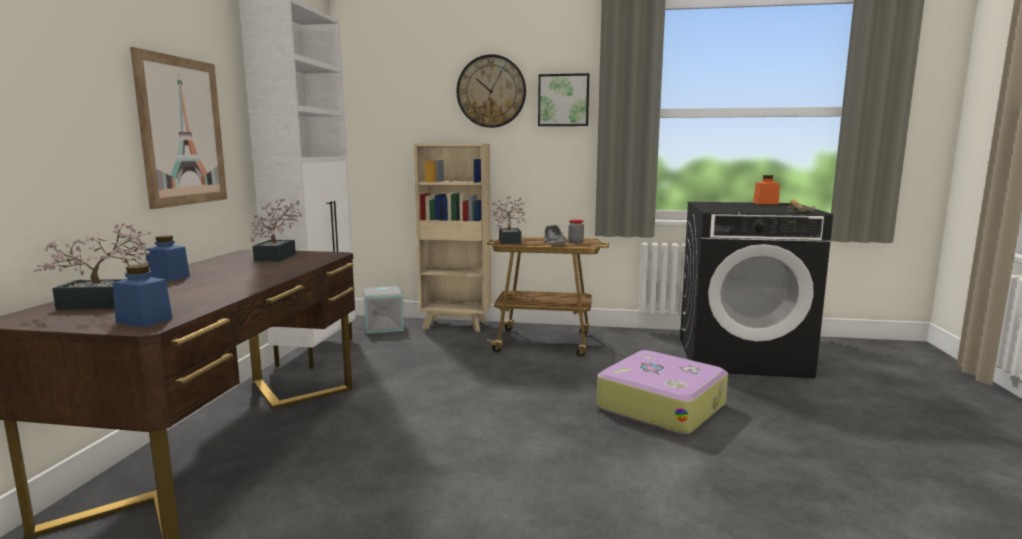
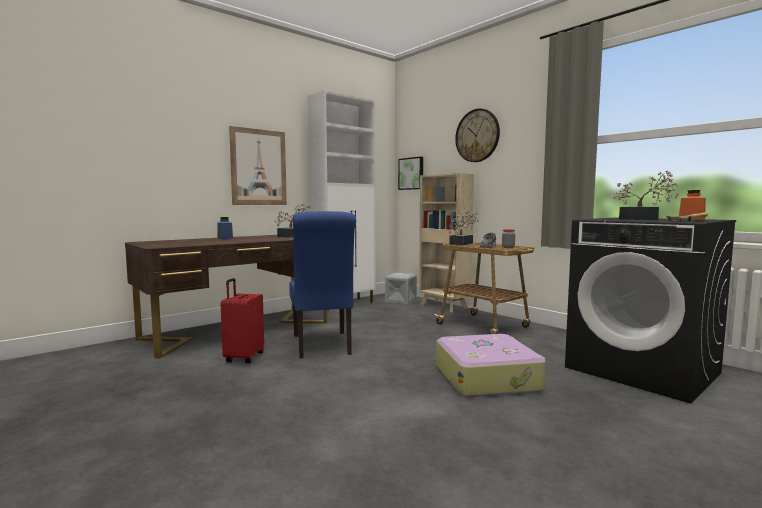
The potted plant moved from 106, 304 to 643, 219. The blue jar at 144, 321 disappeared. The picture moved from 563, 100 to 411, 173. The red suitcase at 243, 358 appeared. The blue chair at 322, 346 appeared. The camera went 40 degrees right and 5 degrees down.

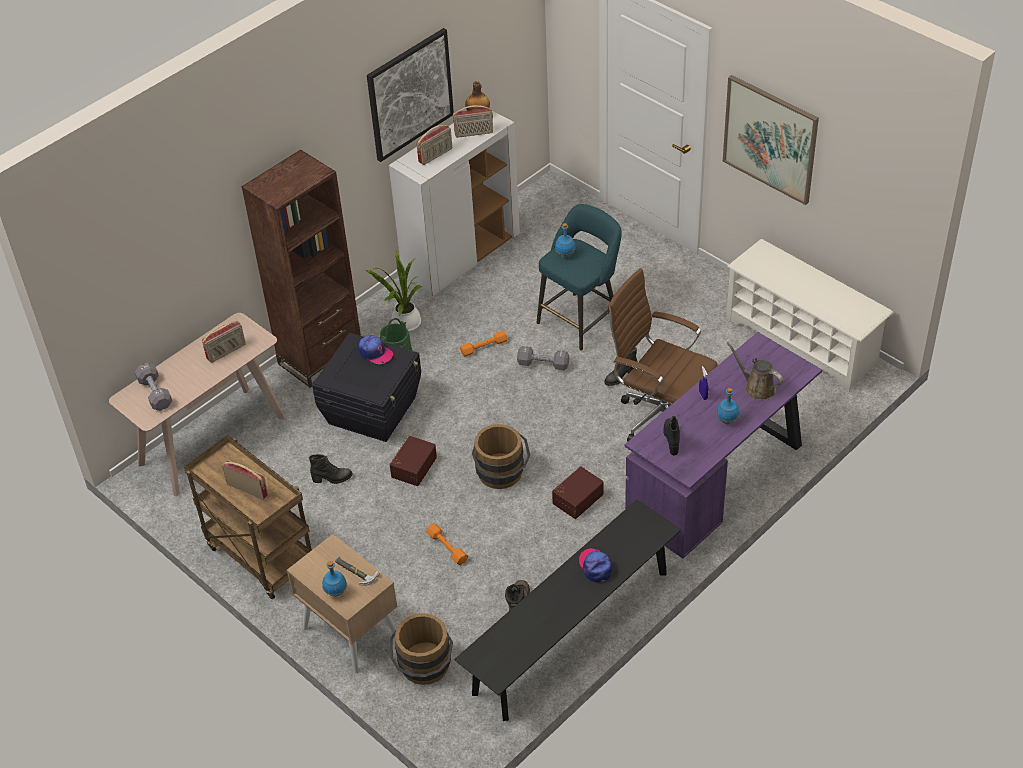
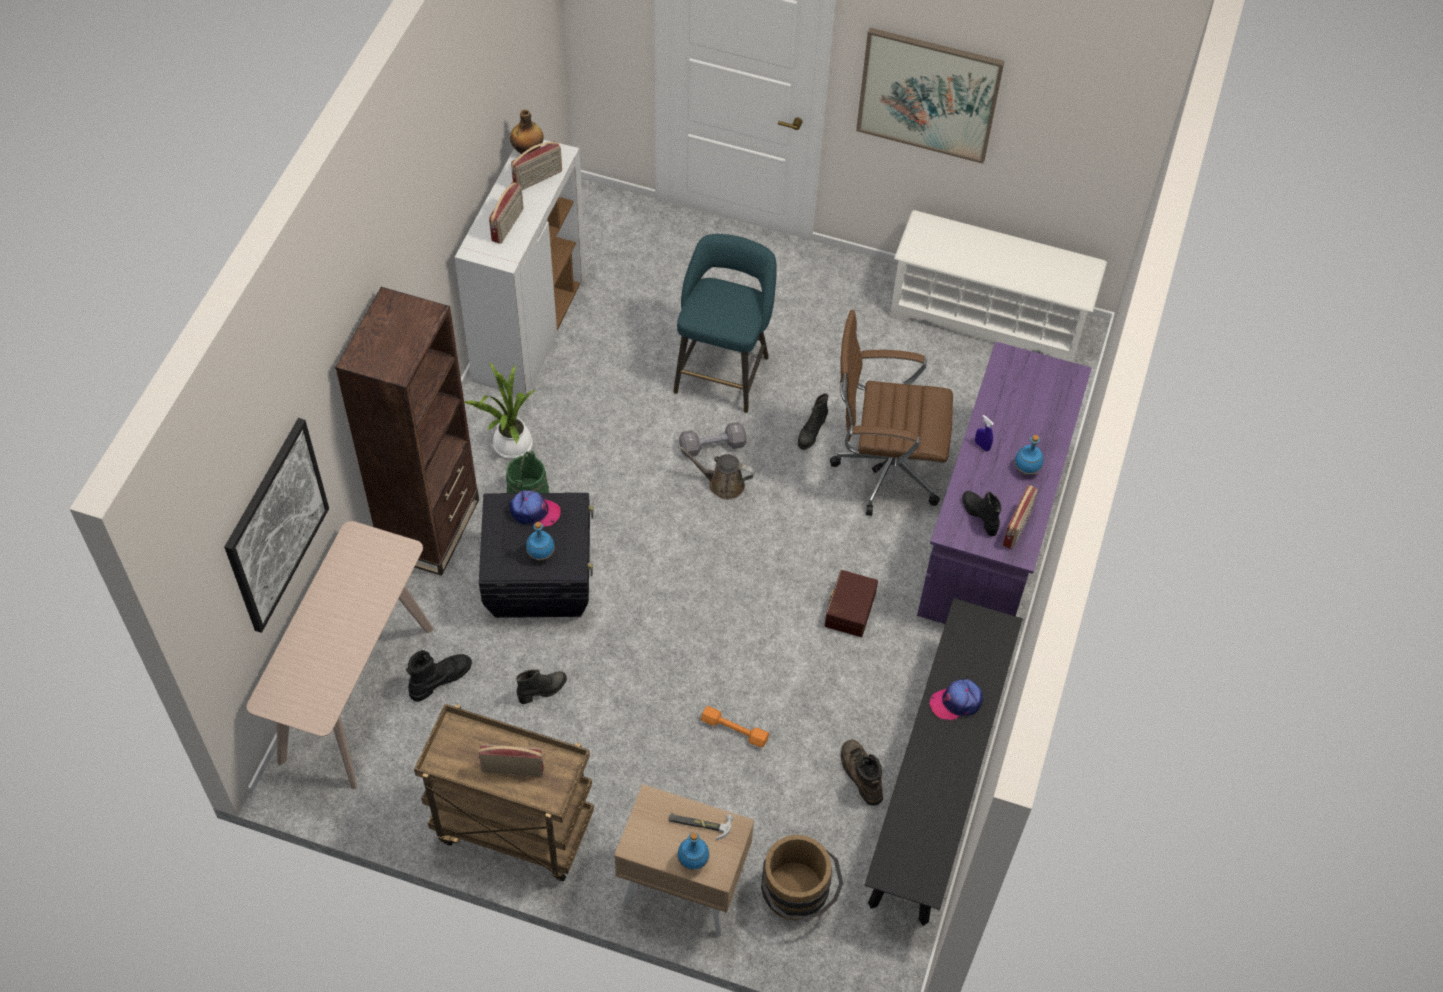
The grey dumbbell at 155, 393 disappeared. The radio moved from 226, 352 to 1017, 528. The picture moved from 410, 94 to 276, 525. The brown storage box at 413, 466 disappeared. The orange dumbbell at 484, 347 disappeared. The brown bucket at 501, 475 disappeared. The blue bottle moved from 565, 254 to 540, 554. The cap at 595, 566 turned 60 degrees counterclockwise. The brown watering can moved from 757, 387 to 722, 484. The black boot at 439, 679 appeared. The camera went 30 degrees left and 10 degrees up.

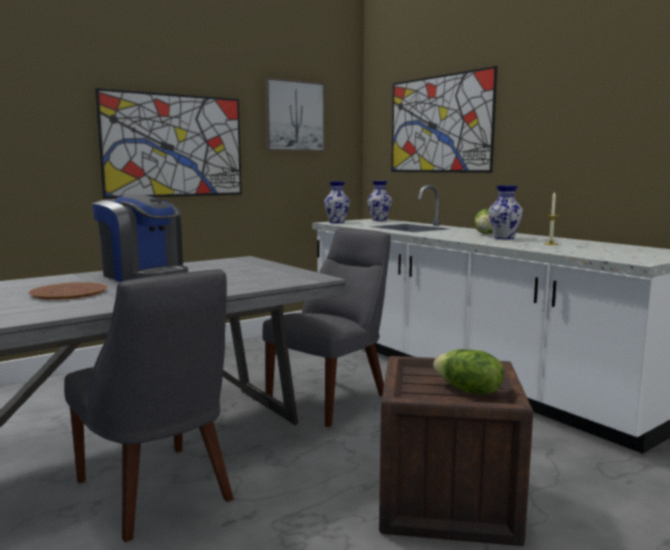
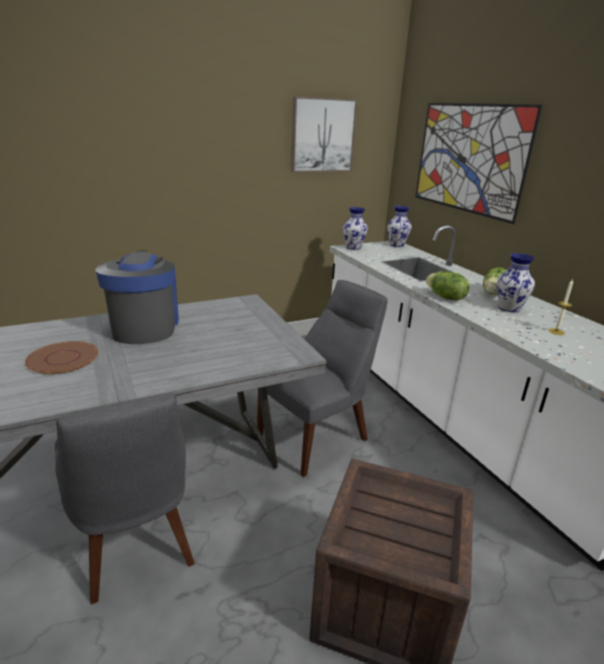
The coffee machine at 144, 274 turned 150 degrees counterclockwise. The picture at 174, 146 disappeared. The lettuce moved from 468, 390 to 445, 297. The camera went 10 degrees right and 15 degrees up.

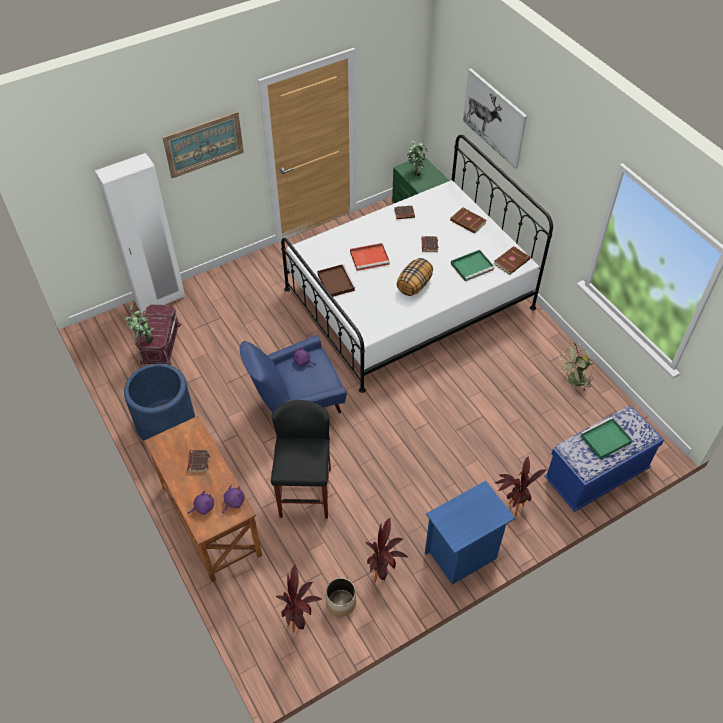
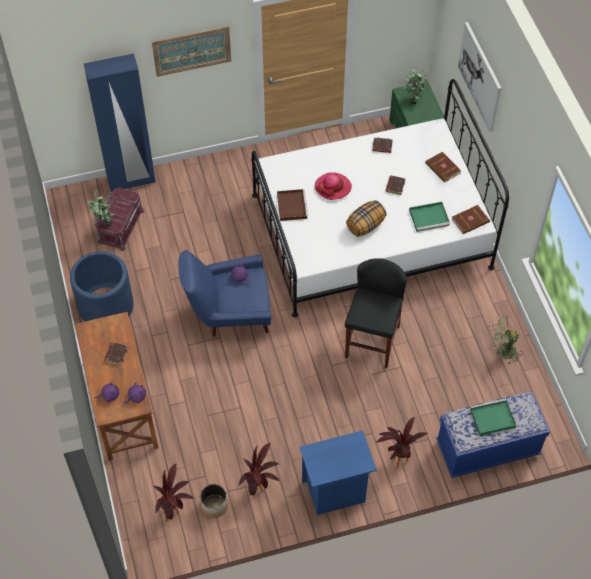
The white wardrobe at 160, 299 became the blue wardrobe at 131, 181. The black stool moved from 305, 493 to 372, 341. The red tray at 370, 258 was replaced by the hat at 333, 187. The camera went 15 degrees right and 5 degrees up.

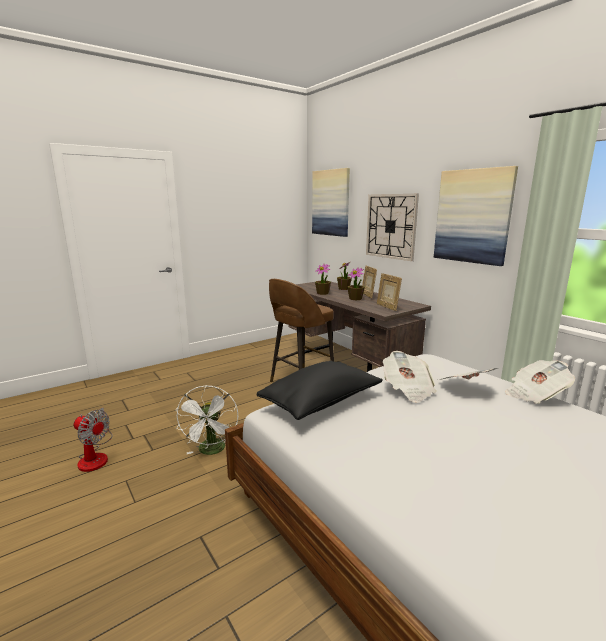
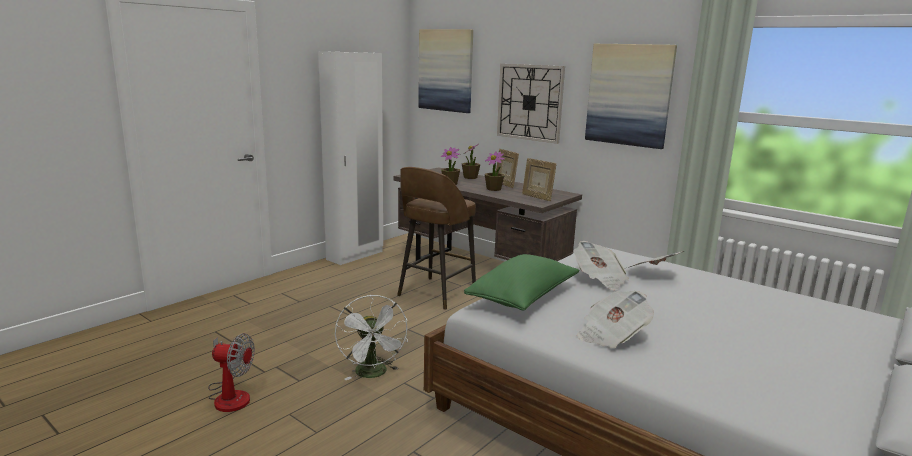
The black pillow at 321, 402 became the green pillow at 523, 298. The newspaper moved from 535, 394 to 611, 336. The white wardrobe at 355, 255 appeared. The camera went 15 degrees left and 0 degrees up.

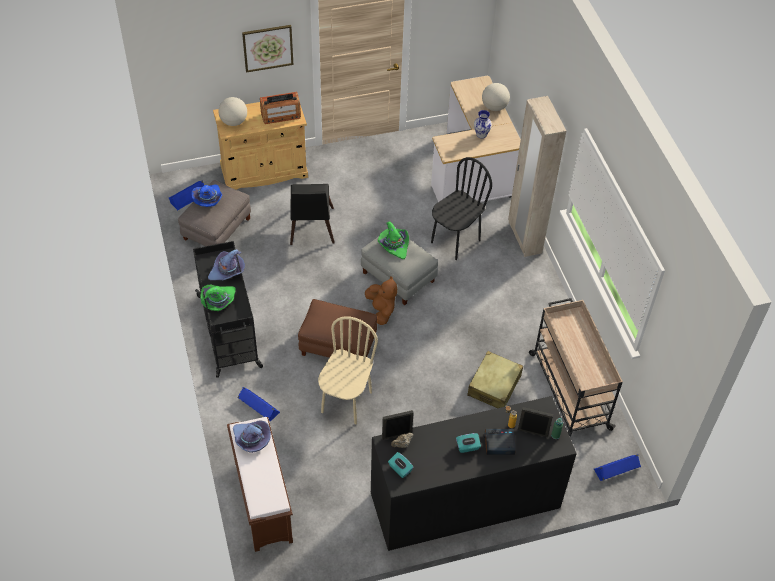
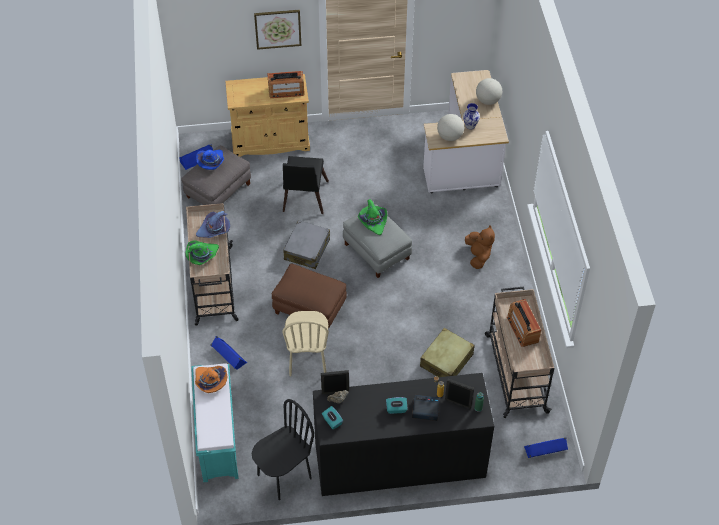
The black cart at 229, 332 became the beige cart at 214, 286. The globe moved from 233, 122 to 449, 136. The brown bench at 262, 500 became the turquoise bench at 217, 438. The purple hat at 251, 439 became the orange hat at 210, 381. The beige chair at 346, 402 turned 150 degrees clockwise. The brown plush toy moved from 381, 310 to 478, 256. The black chair moved from 455, 241 to 284, 476. The beige wardrobe at 524, 238 disappeared. The grey suitcase at 307, 249 appeared. The radio at 522, 329 appeared. The camera went 10 degrees right and 0 degrees up.

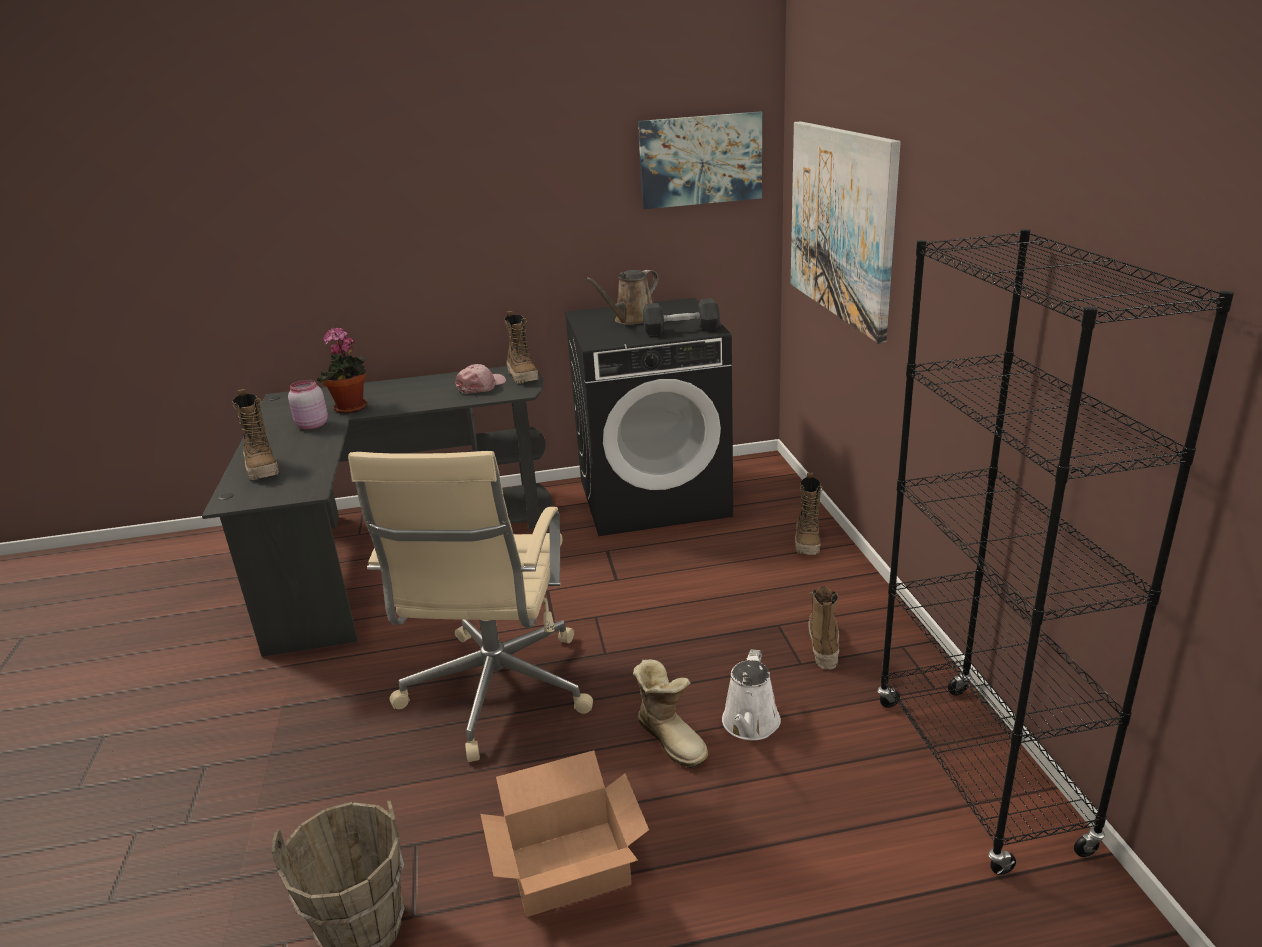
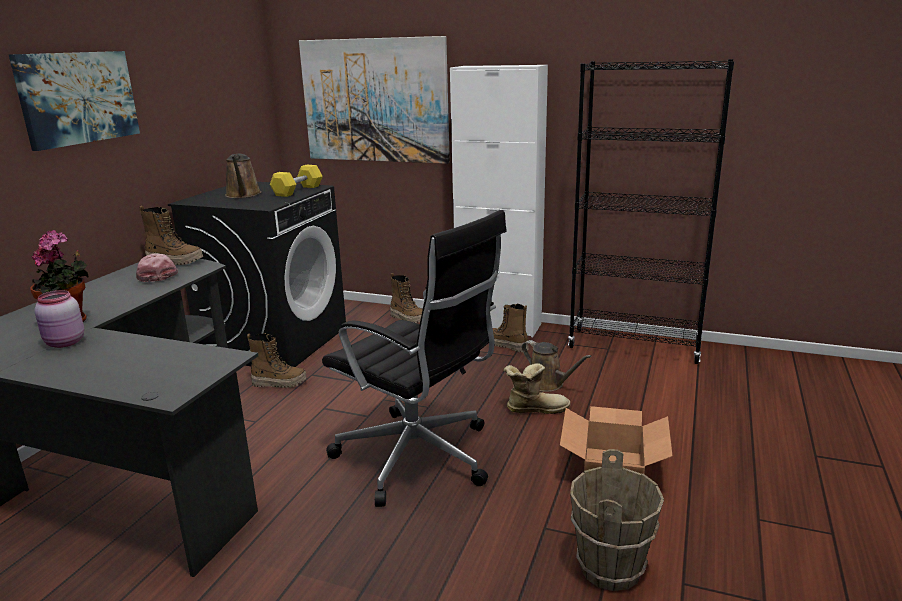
The boot moved from 262, 469 to 279, 383. The beige office chair at 495, 693 became the black office chair at 419, 458. The picture moved from 700, 160 to 78, 98. The grey dumbbell at 681, 330 became the yellow dumbbell at 298, 191. The white watering can at 750, 725 became the brown watering can at 548, 384. The white cabinet at 499, 325 appeared. The camera went 60 degrees left and 5 degrees down.

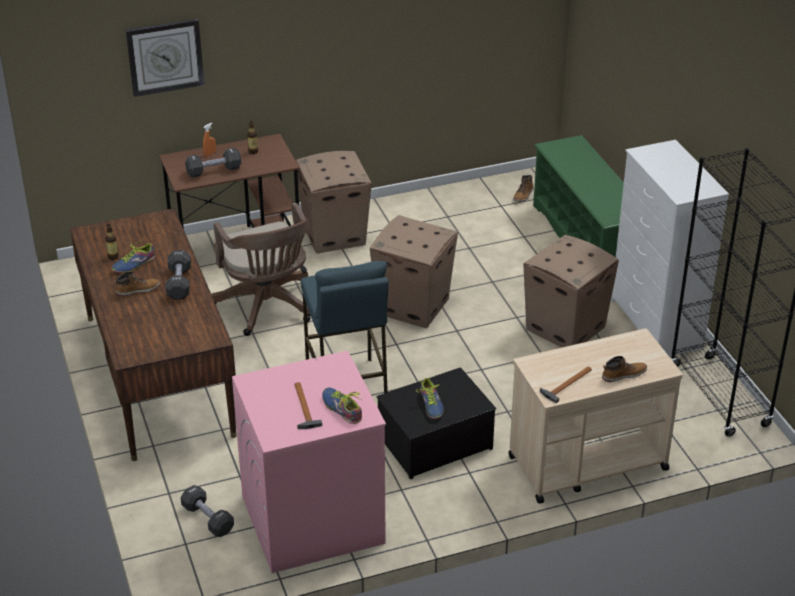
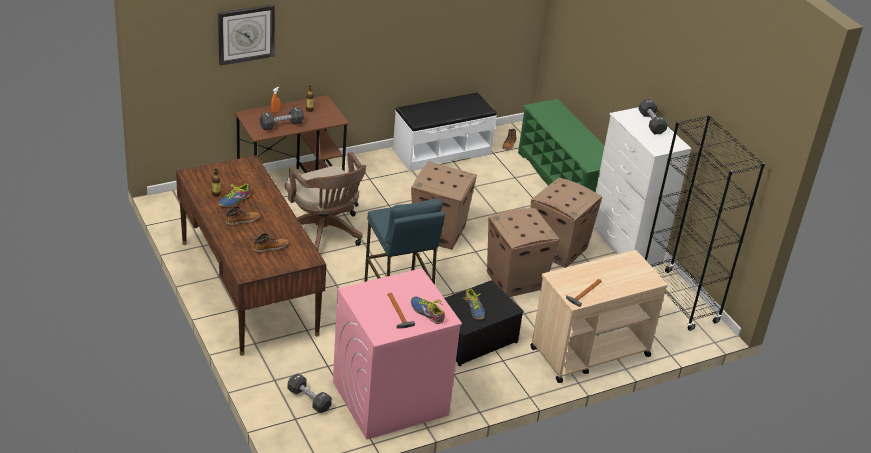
The black dumbbell moved from 179, 283 to 651, 123. The cardboard box moved from 335, 236 to 515, 280. The boot moved from 623, 374 to 270, 247. The white bench at 441, 151 appeared. The camera went 10 degrees left and 0 degrees up.

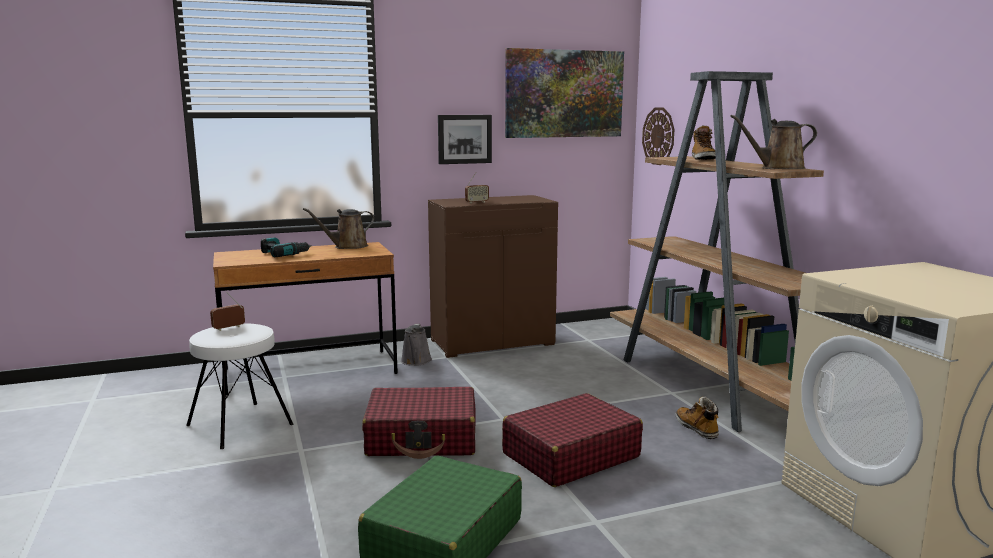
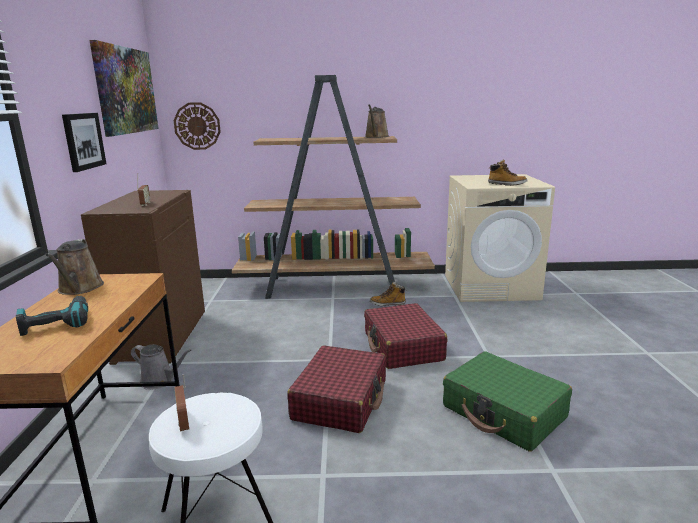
The boot moved from 702, 159 to 506, 184. The camera went 70 degrees left and 5 degrees up.

